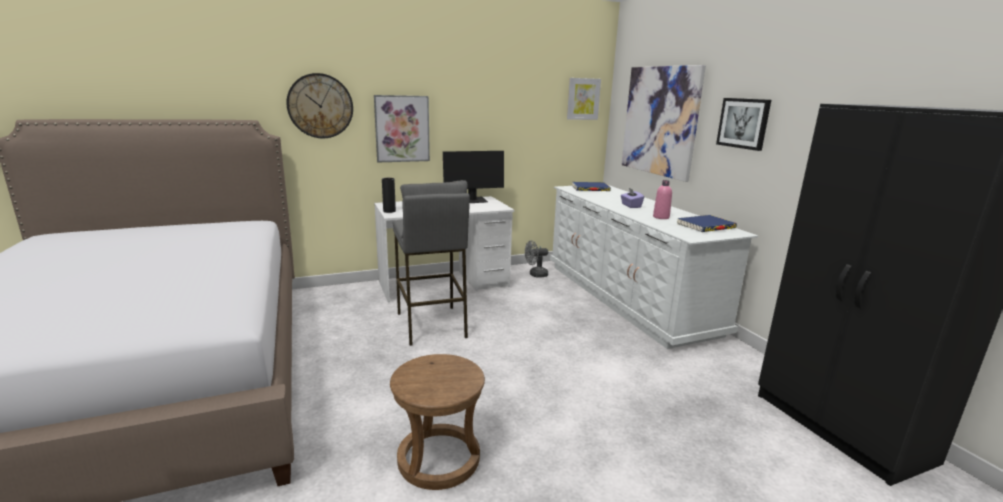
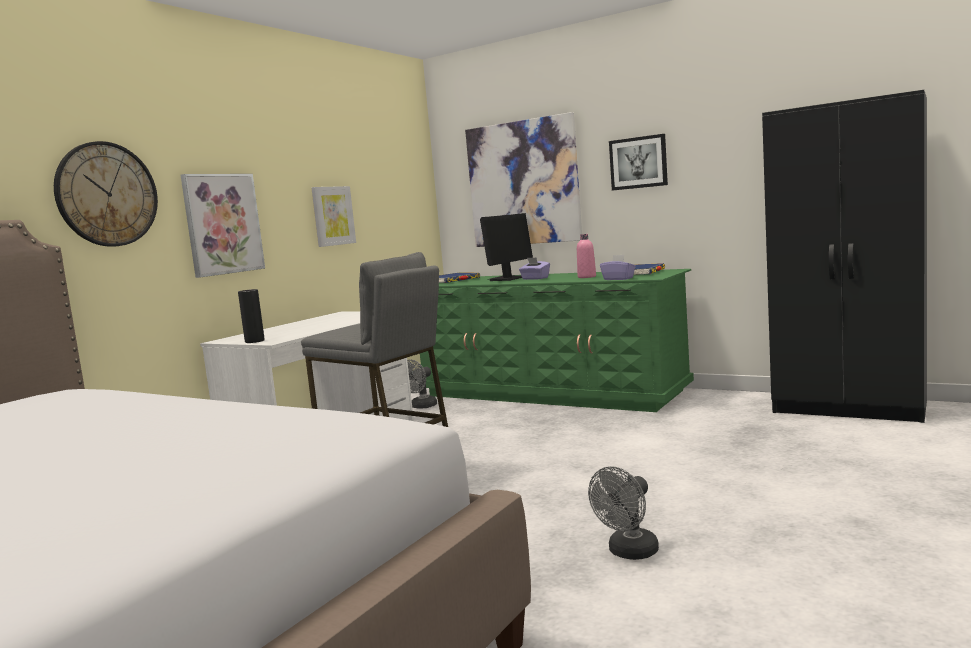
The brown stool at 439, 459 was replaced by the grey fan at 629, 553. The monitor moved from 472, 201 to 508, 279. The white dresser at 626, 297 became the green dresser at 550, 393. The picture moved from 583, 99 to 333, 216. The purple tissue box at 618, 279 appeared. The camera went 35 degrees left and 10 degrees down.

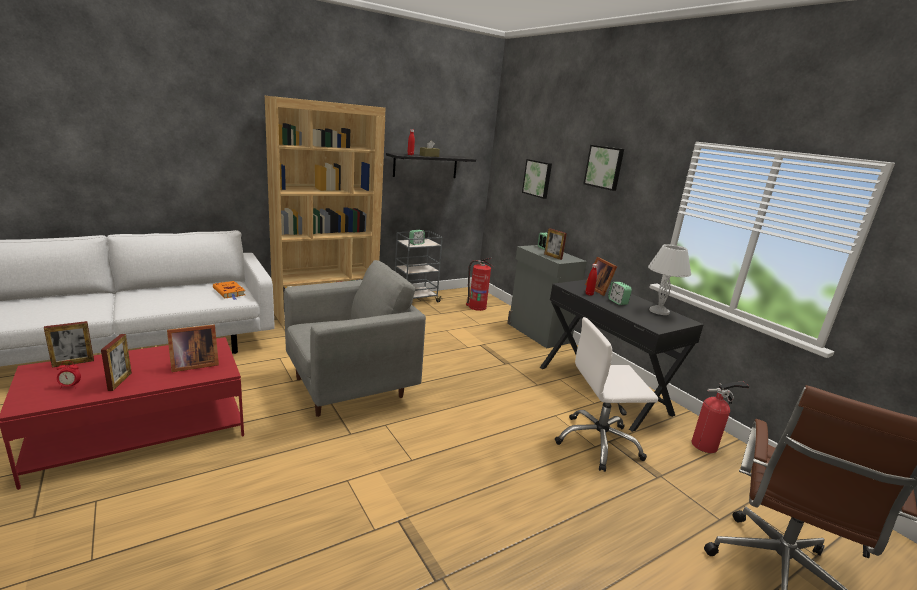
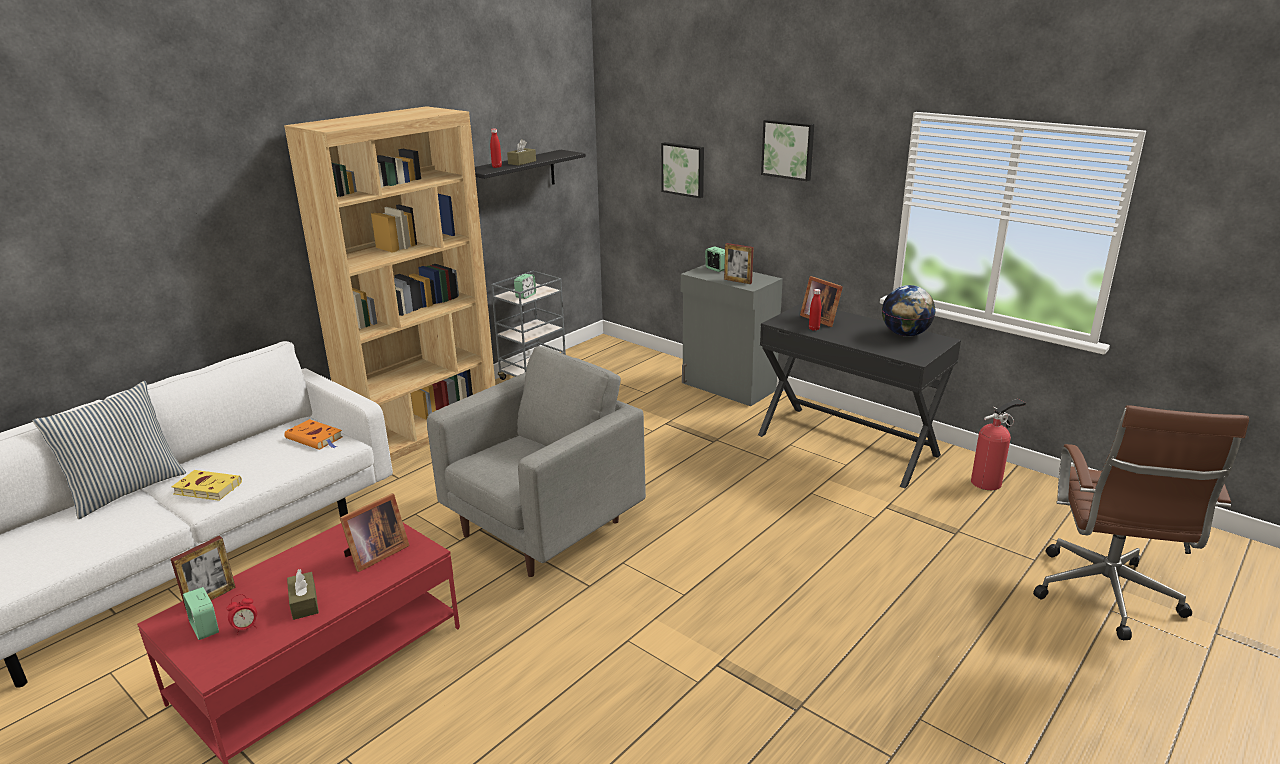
The picture frame at 120, 381 was replaced by the brown tissue box at 304, 603. The fire extinguisher at 476, 307 disappeared. The white office chair at 598, 443 disappeared. The alarm clock moved from 617, 302 to 205, 628. The white table lamp at 658, 311 was replaced by the globe at 905, 334. The pillow at 126, 490 appeared. The yellow book at 206, 488 appeared. The camera went 15 degrees left and 5 degrees up.

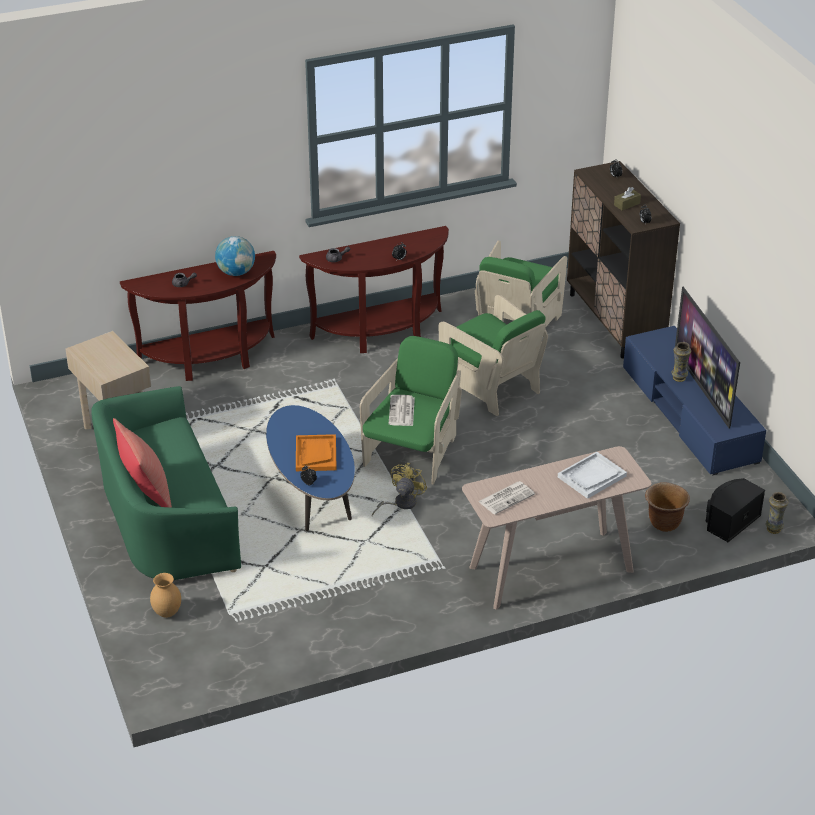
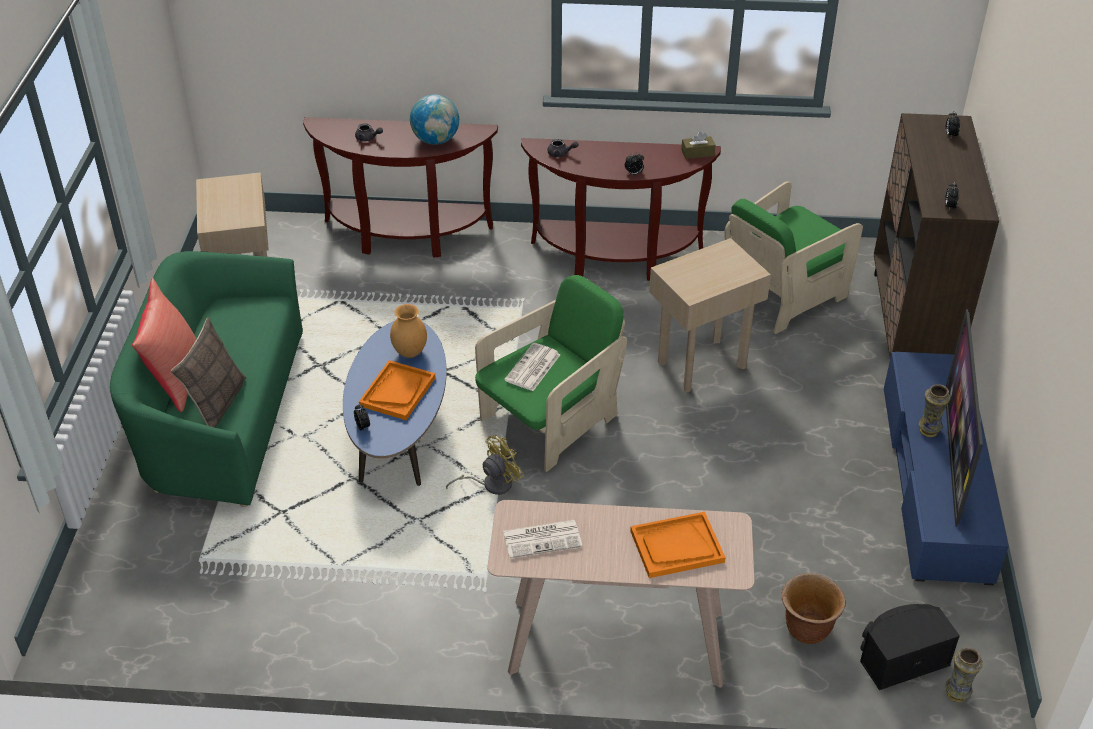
The brown vase moved from 166, 613 to 409, 352. The green armchair at 491, 386 was replaced by the beige side table at 701, 363. The white tray at 592, 477 became the orange tray at 676, 547. The brown tissue box moved from 627, 204 to 697, 153. The pillow at 216, 403 appeared. The camera went 25 degrees right and 5 degrees up.

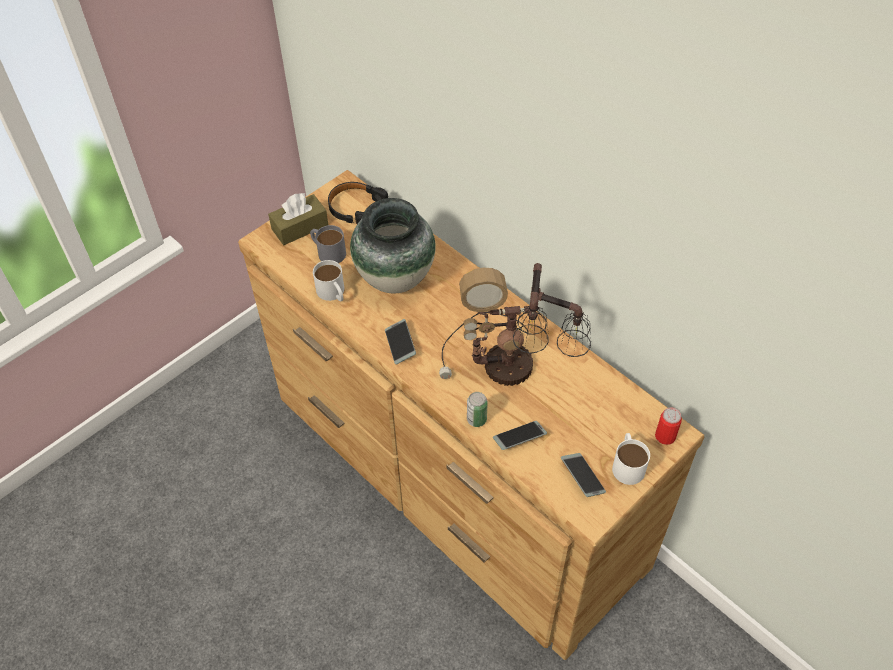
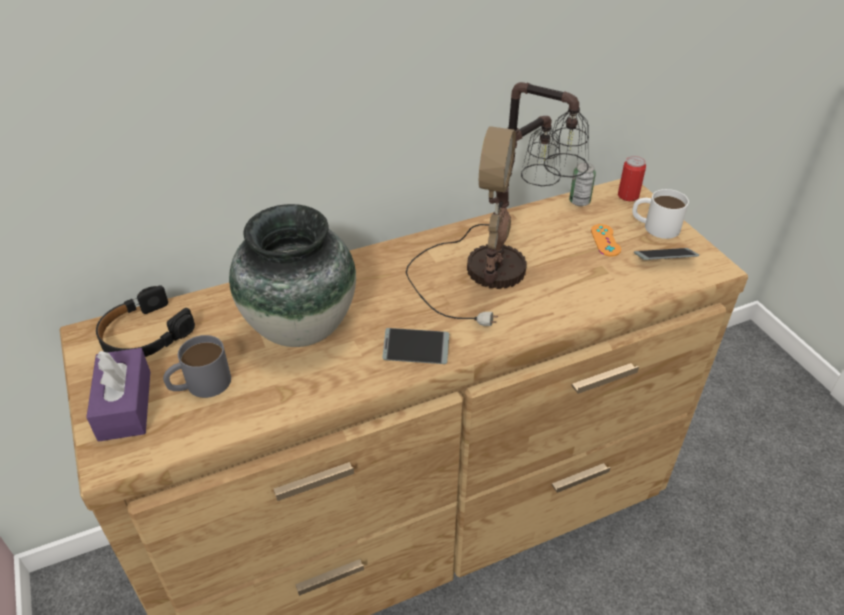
The brown tissue box at 300, 227 became the purple tissue box at 125, 405. The white mug at 333, 293 disappeared. The can moved from 476, 419 to 579, 201. The phone at 519, 438 disappeared. The orange game controller at 605, 240 appeared. The camera went 70 degrees left and 10 degrees down.

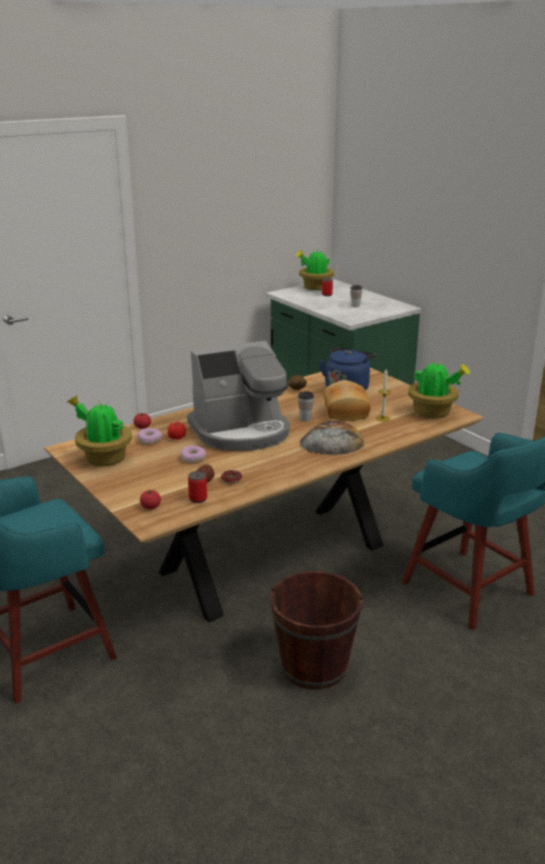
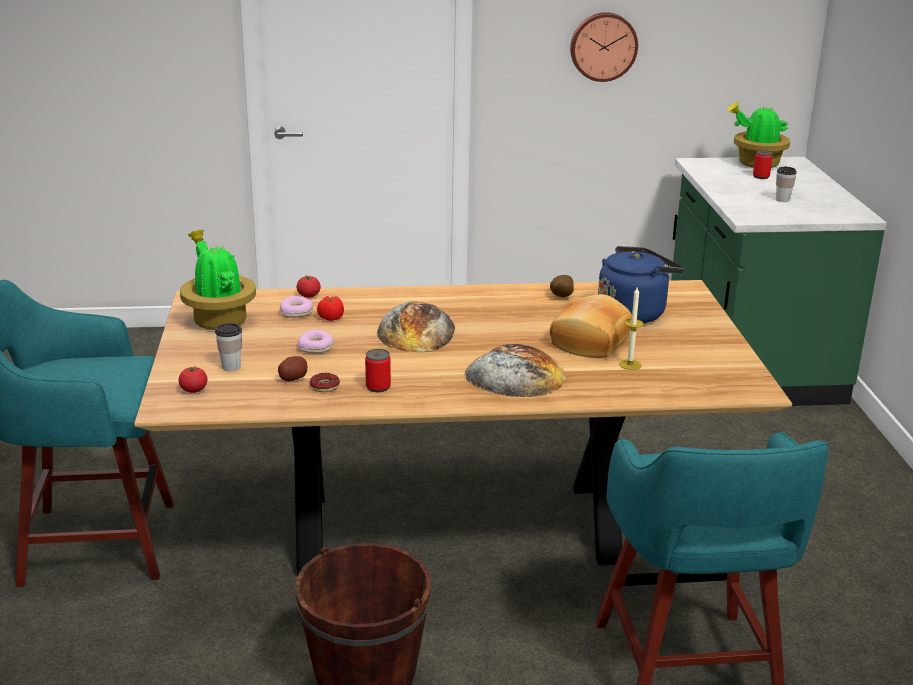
The coffee machine at 241, 431 was replaced by the bread at 416, 331. The can moved from 198, 499 to 378, 387. The cup moved from 305, 418 to 231, 367. The potted plant at 433, 413 disappeared. The wall clock at 603, 46 appeared. The camera went 30 degrees right and 0 degrees up.

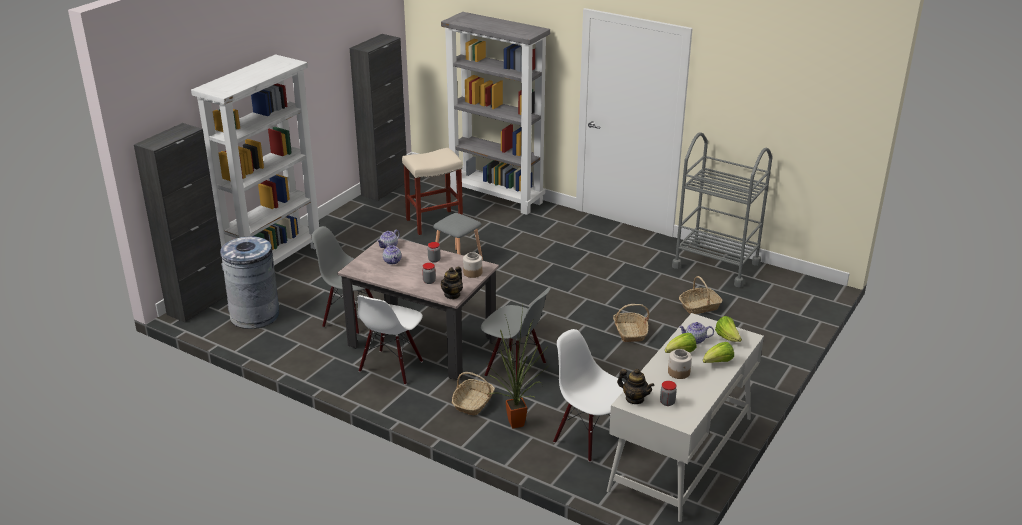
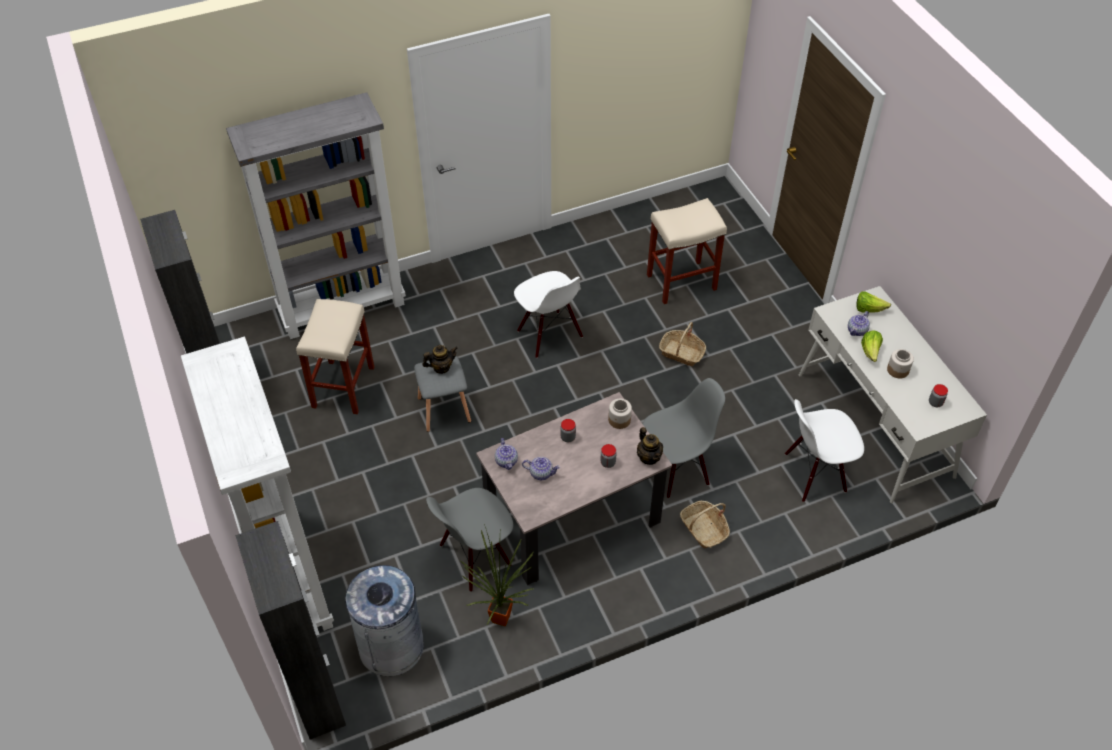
The white chair moved from 391, 367 to 549, 334. The potted plant moved from 519, 423 to 503, 616. The teapot moved from 634, 399 to 441, 367. The grey cart at 716, 265 disappeared. The basket at 699, 306 was replaced by the beige stool at 680, 282. The lettuce at 718, 362 disappeared. The camera went 55 degrees left and 20 degrees up.

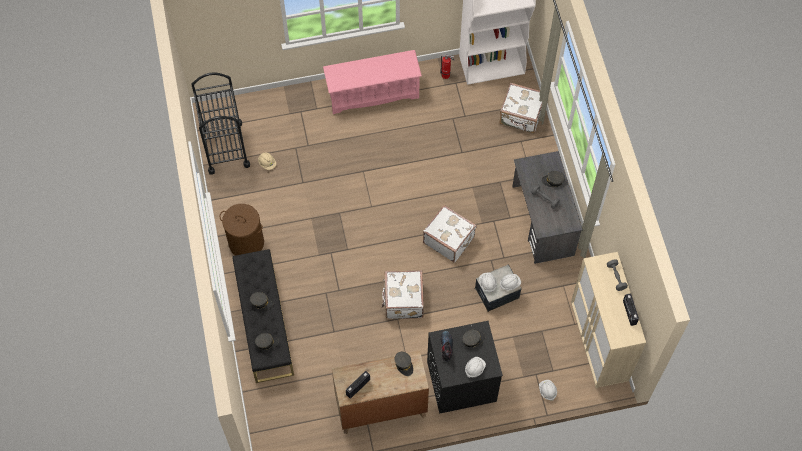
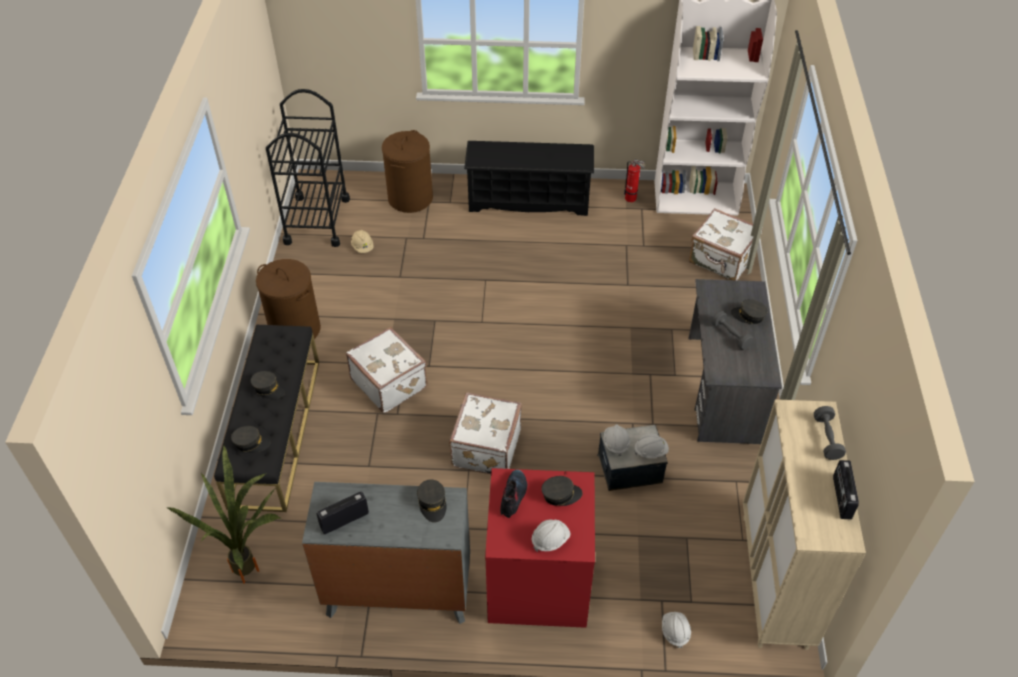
The pink shoe rack at 373, 93 became the black shoe rack at 529, 200. The brown dresser at 381, 408 became the grey dresser at 398, 591. The white suitcase moved from 449, 239 to 390, 382. The black washing machine at 461, 382 became the red washing machine at 537, 583. The potted plant at 253, 567 appeared. The brown laundry basket at 410, 198 appeared. The camera went 15 degrees right and 15 degrees down.

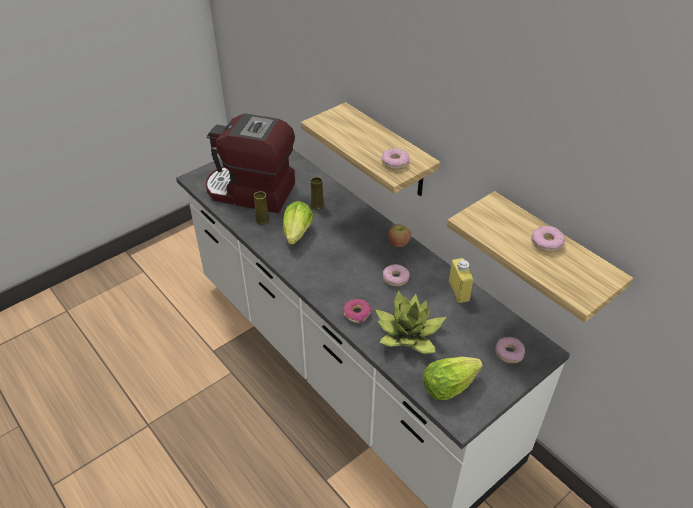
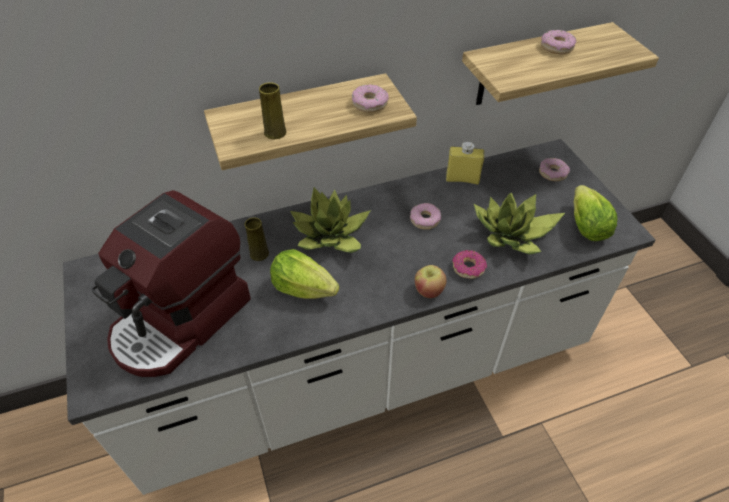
The yellow vase moved from 262, 220 to 275, 132. The apple moved from 398, 243 to 428, 290. The potted plant at 331, 235 appeared. The camera went 70 degrees left and 5 degrees up.

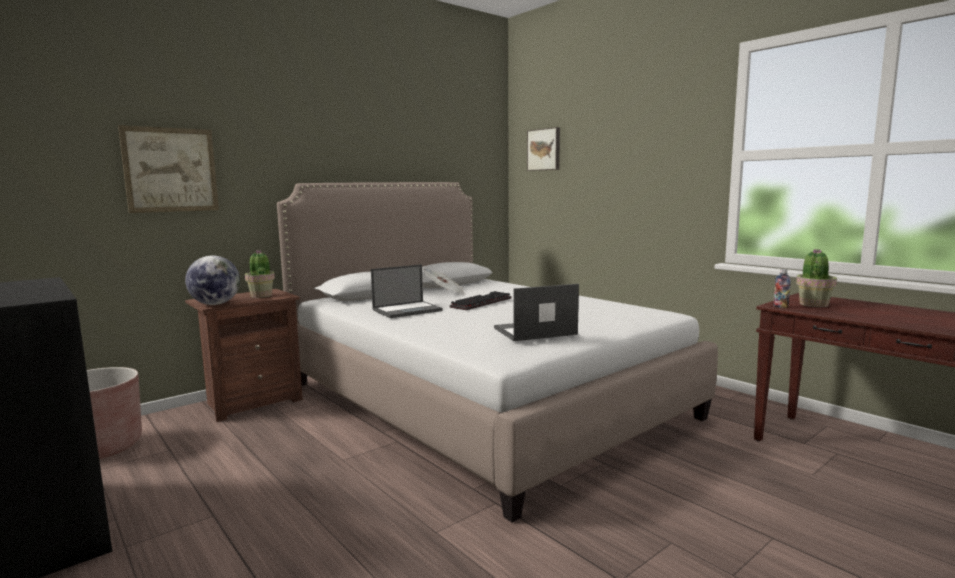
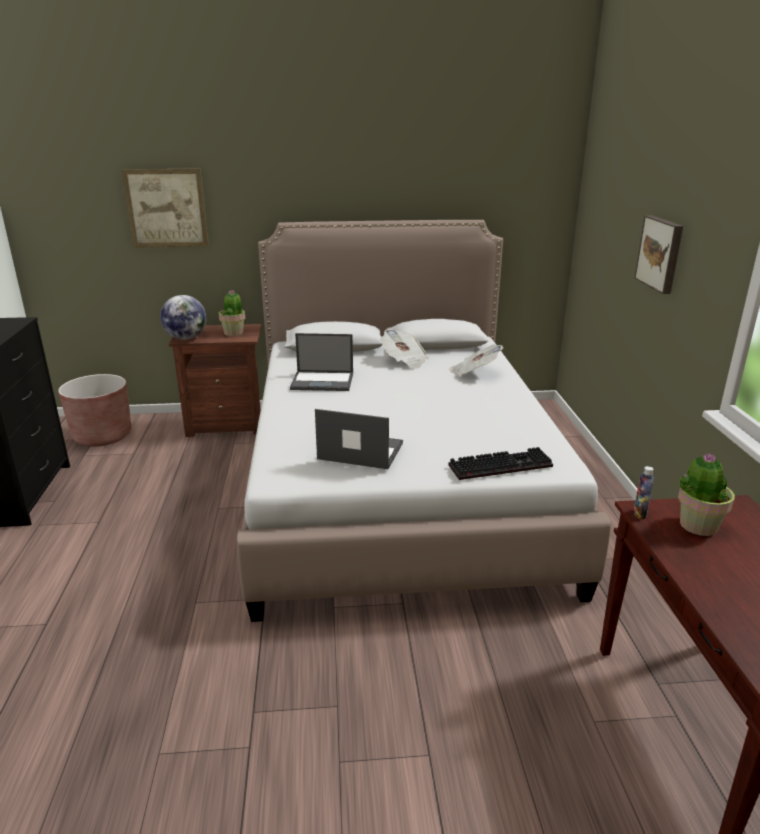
The keyboard moved from 481, 302 to 501, 465. The picture moved from 544, 149 to 661, 253. The newspaper at 474, 373 appeared. The camera went 35 degrees right and 15 degrees up.

